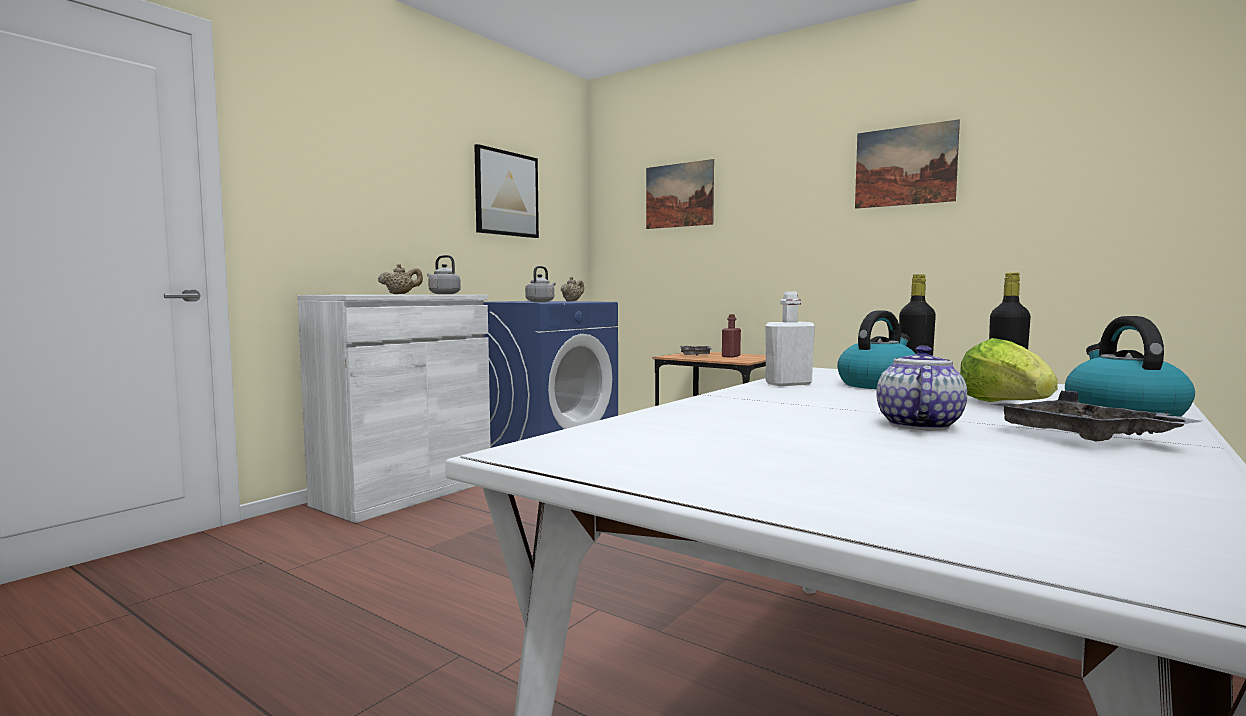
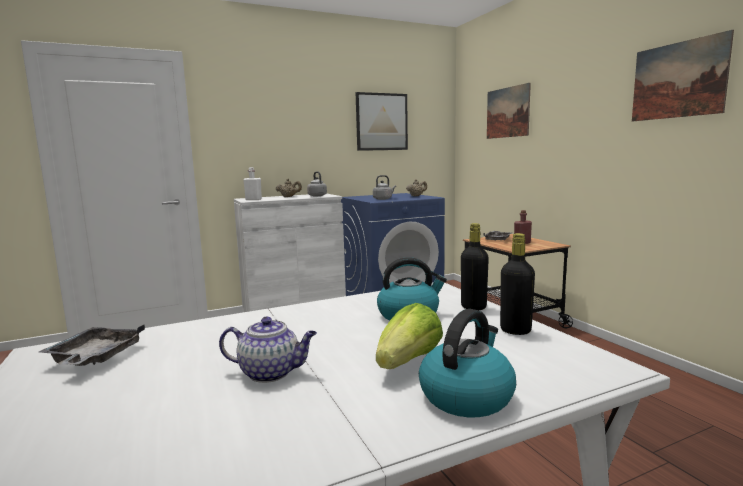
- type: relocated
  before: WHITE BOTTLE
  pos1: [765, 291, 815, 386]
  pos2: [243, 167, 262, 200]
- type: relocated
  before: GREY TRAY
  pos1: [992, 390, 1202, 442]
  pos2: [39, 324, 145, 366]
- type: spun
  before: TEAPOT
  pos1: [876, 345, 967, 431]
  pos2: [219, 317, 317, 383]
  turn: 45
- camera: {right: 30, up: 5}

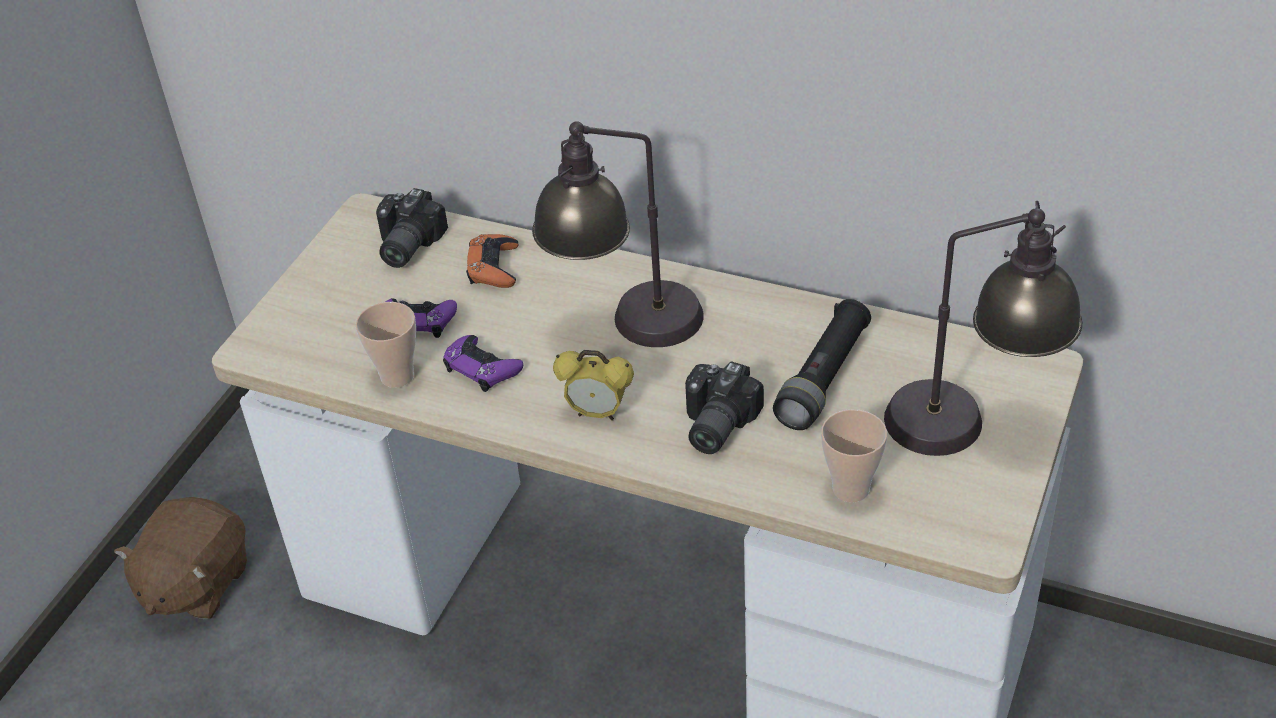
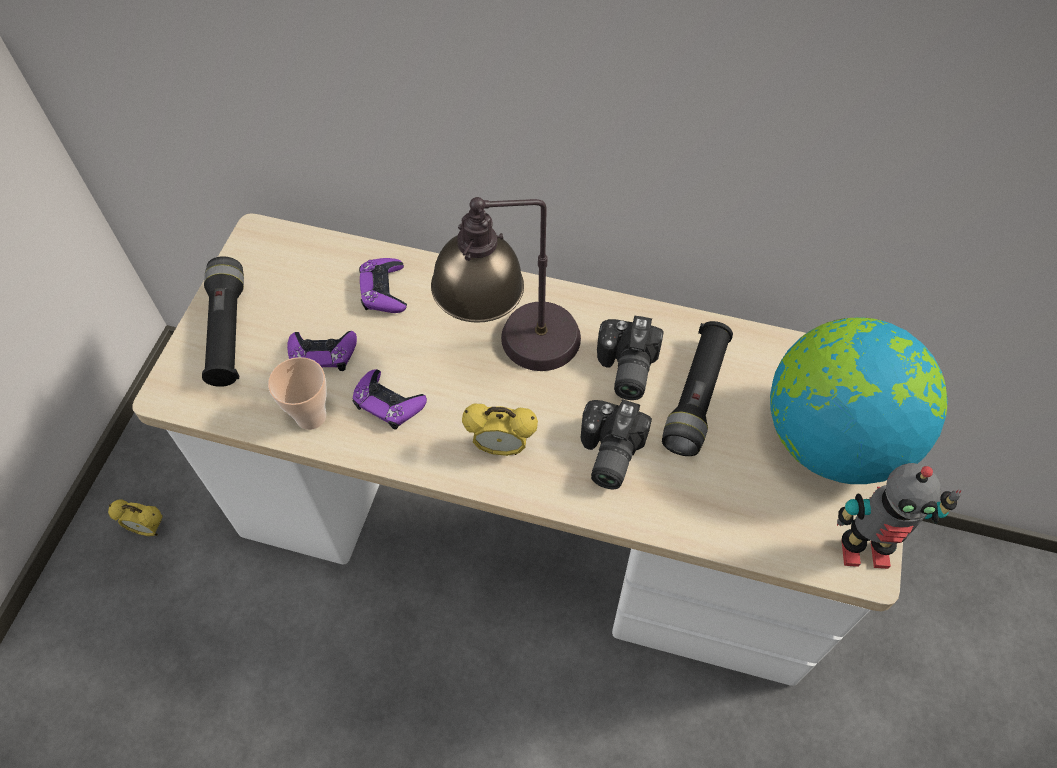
- type: missing
  before: CUP
  pos1: [821, 409, 887, 503]
- type: appeared
  after: BLACK FLASHLIGHT
  pos2: [202, 256, 244, 387]
- type: appeared
  after: TOY ROBOT
  pos2: [837, 463, 961, 569]
- type: relocated
  before: PHOTO CAMERA
  pos1: [376, 188, 448, 268]
  pos2: [597, 315, 664, 400]
- type: exchanged
  before: BROWN PLUSH TOY
  after: ALARM CLOCK
  pos1: [114, 497, 247, 619]
  pos2: [108, 499, 163, 536]
- type: exchanged
  before: TABLE LAMP
  after: GLOBE
  pos1: [884, 201, 1082, 456]
  pos2: [770, 317, 947, 484]
- type: colour
  before: ORANGE GAME CONTROLLER
  after: PURPLE GAME CONTROLLER
  pos1: [466, 234, 519, 288]
  pos2: [359, 258, 407, 313]
- camera: {right: -10, up: 15}

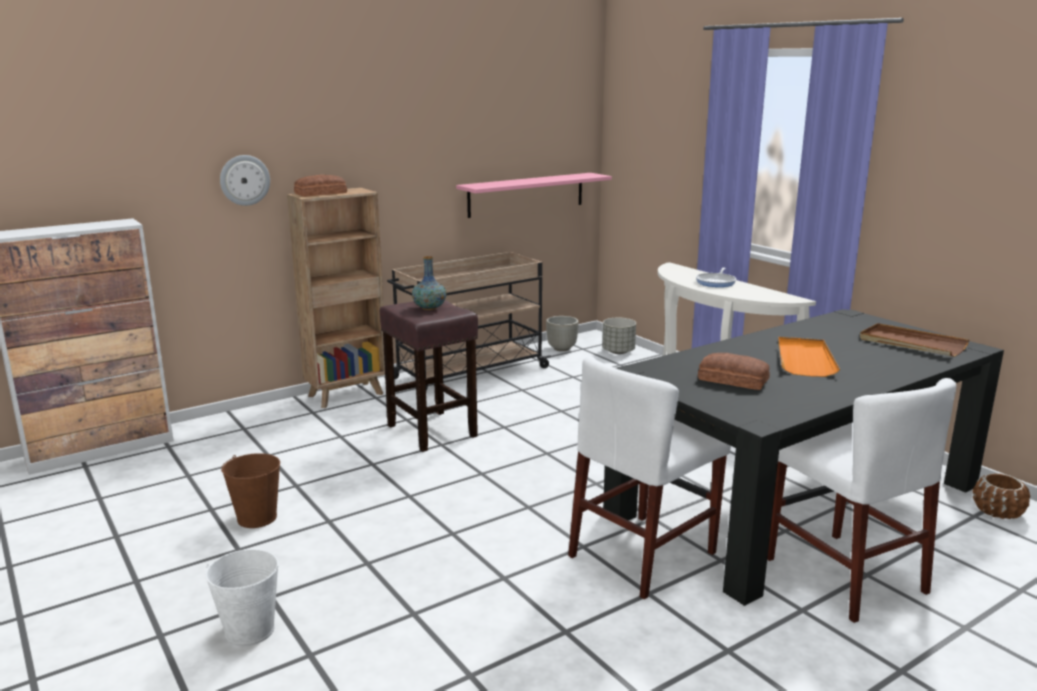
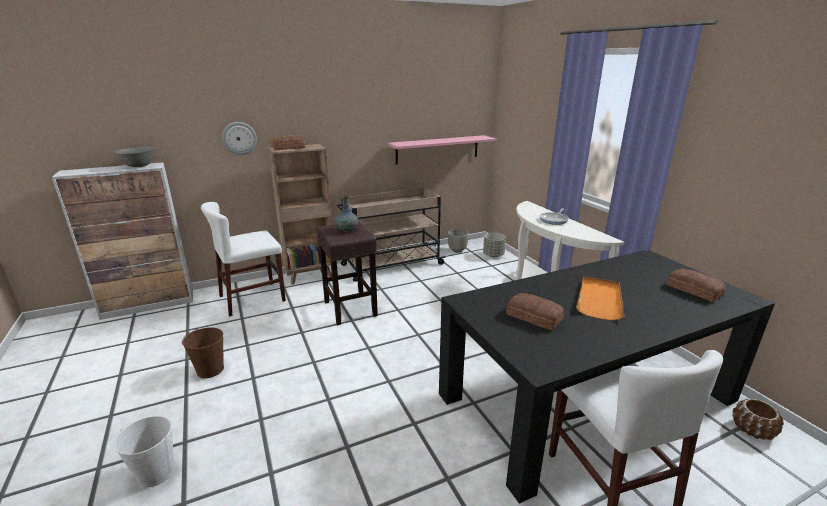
- type: appeared
  after: GREY BOWL
  pos2: [114, 147, 155, 167]
- type: relocated
  before: WHITE CHAIR
  pos1: [568, 356, 731, 600]
  pos2: [201, 202, 286, 317]
- type: exchanged
  before: BROWN TRAY
  after: BREAD
  pos1: [860, 323, 969, 357]
  pos2: [667, 269, 726, 302]
- camera: {right: 10, up: 5}

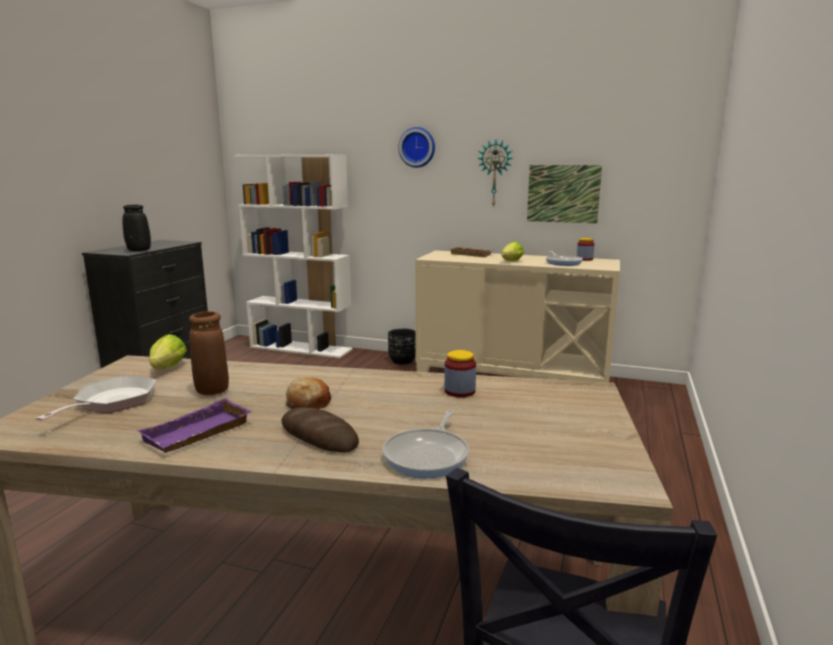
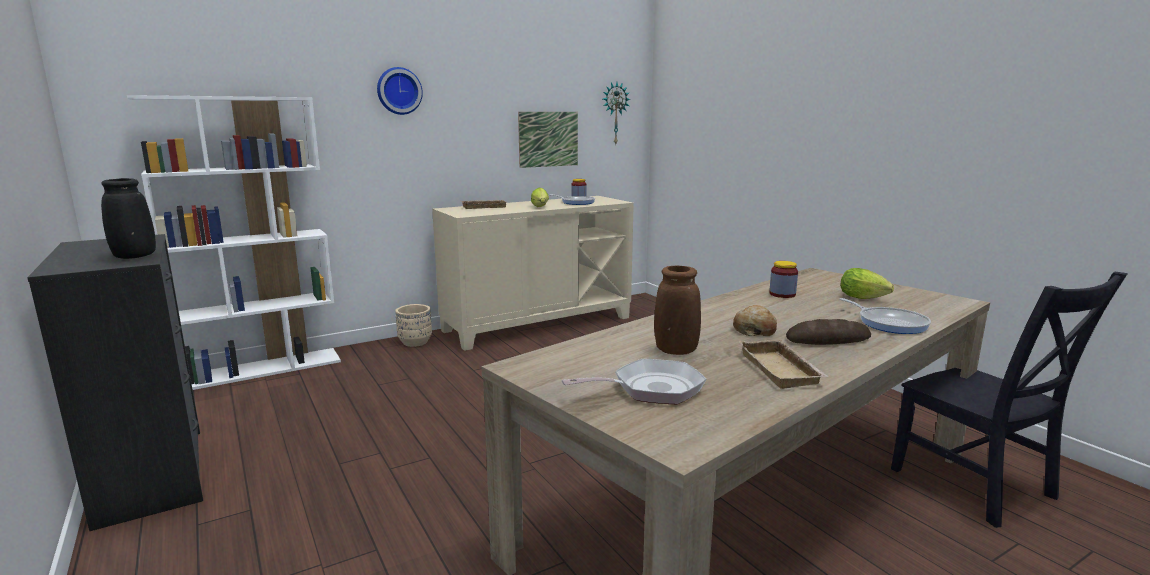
- type: relocated
  before: LETTUCE
  pos1: [149, 334, 187, 369]
  pos2: [840, 268, 894, 299]
- type: relocated
  before: WALL CLOCK
  pos1: [477, 140, 513, 208]
  pos2: [603, 82, 631, 144]
- type: colour
  before: PURPLE TRAY
  after: BEIGE TRAY
  pos1: [137, 398, 252, 453]
  pos2: [739, 340, 829, 389]
- type: colour
  before: BLACK PLANTER
  after: BEIGE PLANTER
  pos1: [388, 329, 415, 364]
  pos2: [395, 304, 432, 347]
- type: spun
  before: FRYING PAN
  pos1: [35, 376, 156, 421]
  pos2: [562, 359, 707, 404]
  turn: 105
- camera: {right: -50, up: 0}

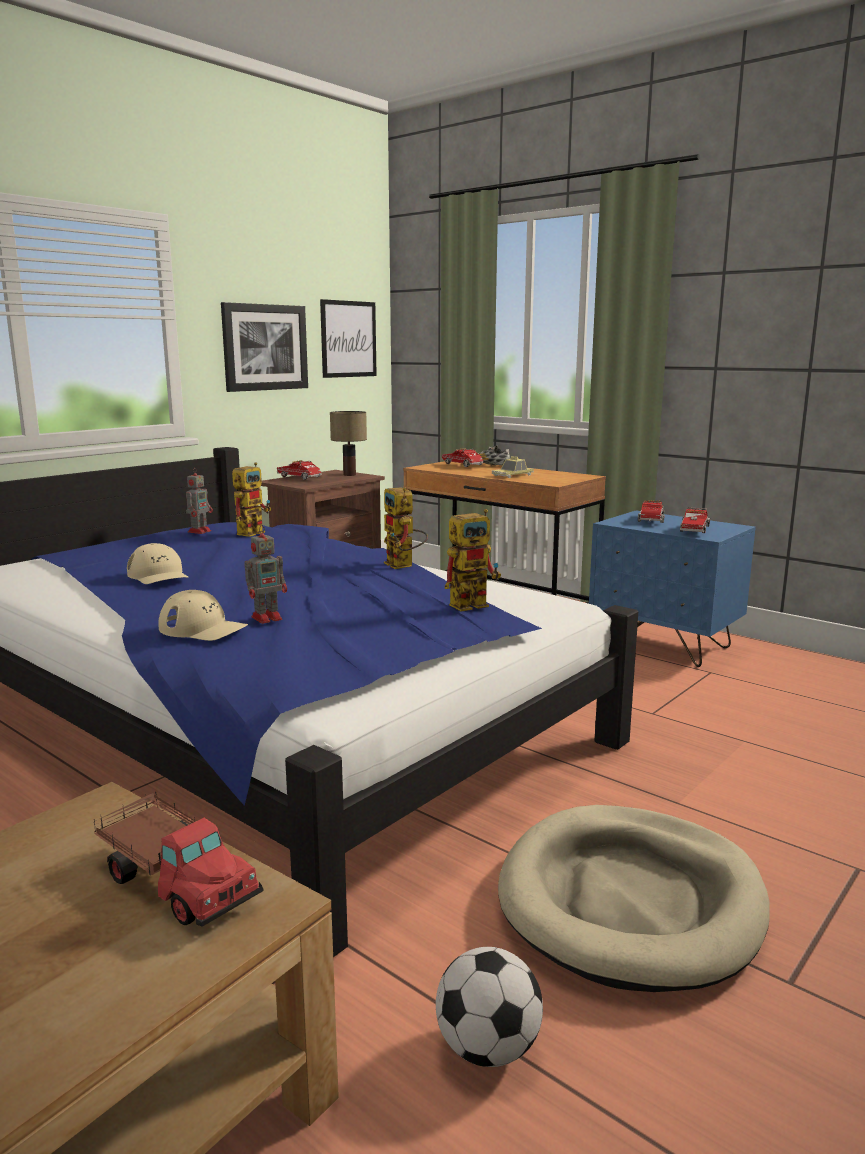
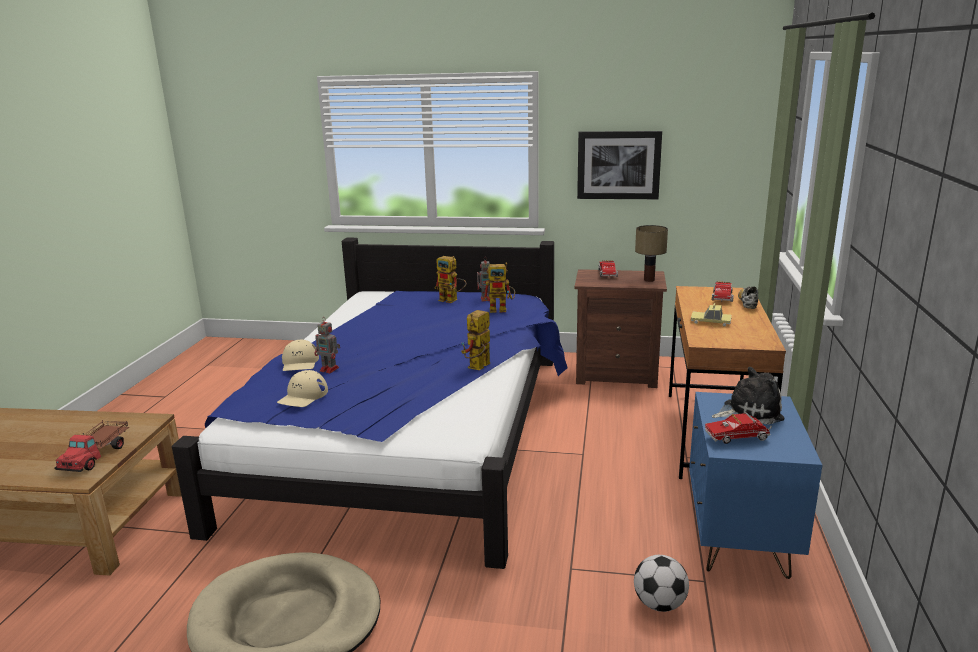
- type: missing
  before: PICTURE
  pos1: [320, 299, 377, 378]
- type: relocated
  before: BEIGE CAP
  pos1: [127, 543, 188, 584]
  pos2: [277, 370, 328, 407]
- type: relocated
  before: FOOTBALL
  pos1: [436, 947, 543, 1067]
  pos2: [634, 555, 689, 612]
- type: relocated
  before: TOY ROBOT
  pos1: [445, 509, 501, 611]
  pos2: [434, 256, 467, 303]
- type: exchanged
  before: TOY TRUCK
  after: PLUSH TOY
  pos1: [638, 500, 665, 523]
  pos2: [712, 367, 784, 425]
- camera: {right: 60, up: 5}

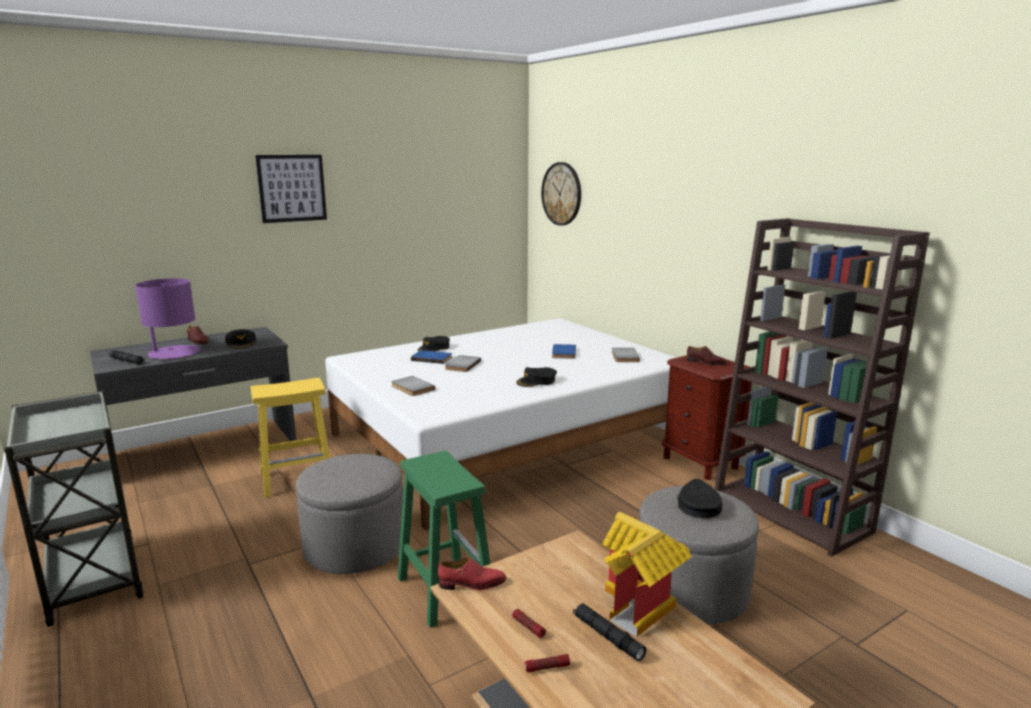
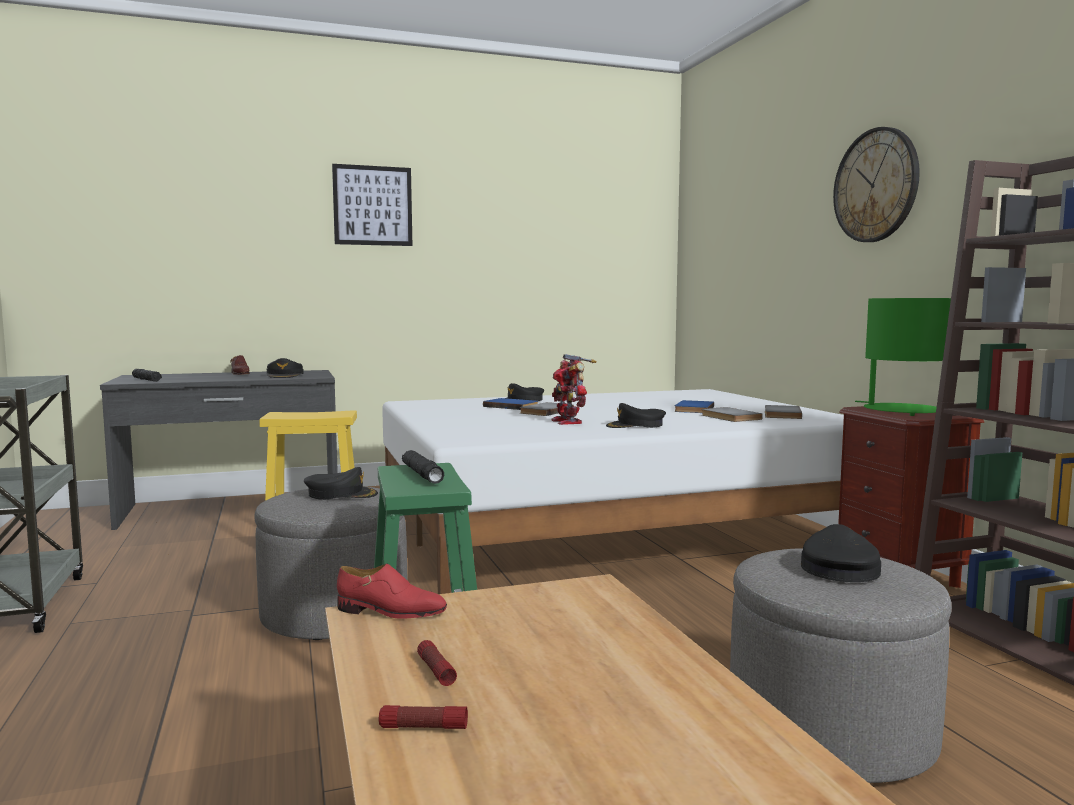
- type: missing
  before: PURPLE TABLE LAMP
  pos1: [135, 278, 200, 360]
- type: missing
  before: TOY HOUSE
  pos1: [602, 512, 692, 637]
- type: appeared
  after: BLACK CAP
  pos2: [304, 467, 378, 500]
- type: appeared
  after: TOY ROBOT
  pos2: [551, 354, 597, 425]
- type: relocated
  before: GREY BOOK
  pos1: [391, 376, 435, 396]
  pos2: [702, 407, 763, 422]
- type: relocated
  before: WALL CLOCK
  pos1: [541, 162, 581, 226]
  pos2: [833, 127, 920, 242]
- type: relocated
  before: BLACK FLASHLIGHT
  pos1: [573, 603, 646, 661]
  pos2: [402, 450, 444, 484]
- type: exchanged
  before: BROWN SHOE
  after: GREEN TABLE LAMP
  pos1: [687, 346, 727, 365]
  pos2: [855, 298, 951, 416]
- camera: {right: 15, up: -10}

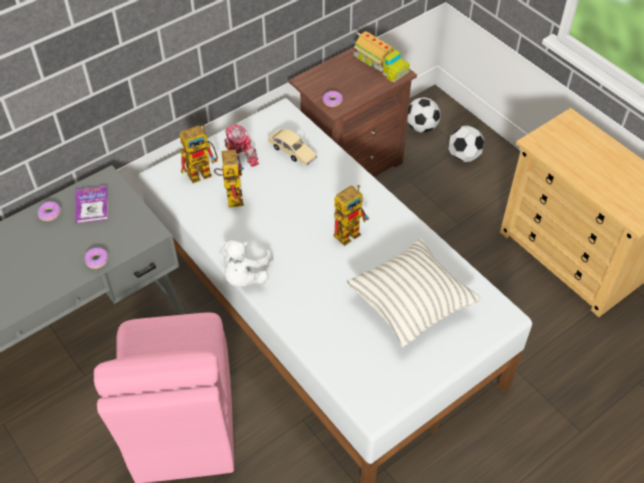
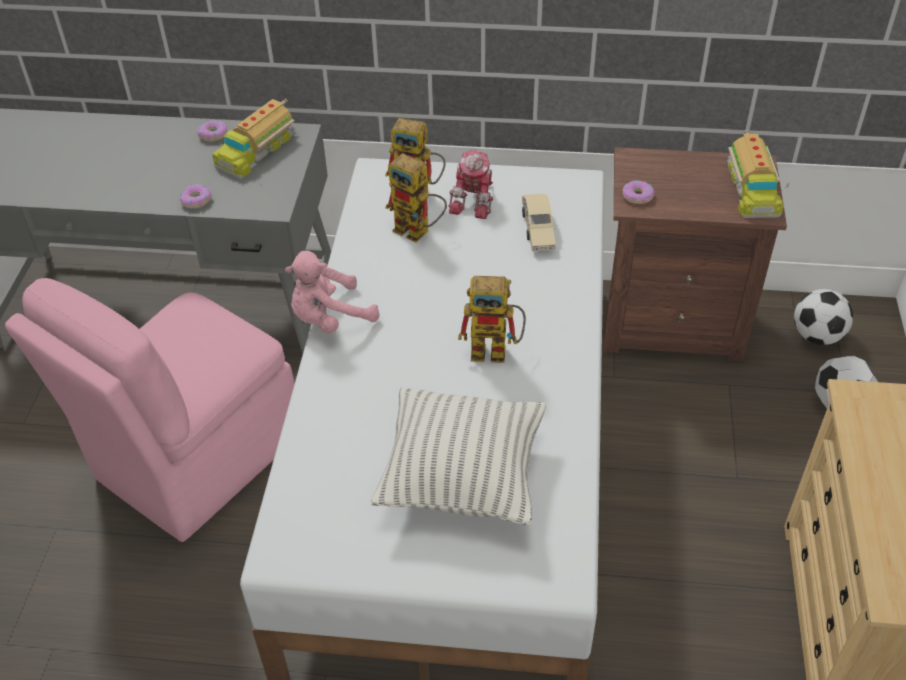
- type: exchanged
  before: BOOK
  after: TOY TRUCK
  pos1: [75, 186, 108, 224]
  pos2: [213, 99, 295, 179]
- type: colour
  before: WHITE PLUSH TOY
  after: PINK PLUSH TOY
  pos1: [220, 240, 274, 286]
  pos2: [285, 251, 379, 334]
- type: spun
  before: TOY ROBOT
  pos1: [214, 145, 244, 208]
  pos2: [385, 153, 447, 243]
  turn: 90
- camera: {right: 45, up: -5}

